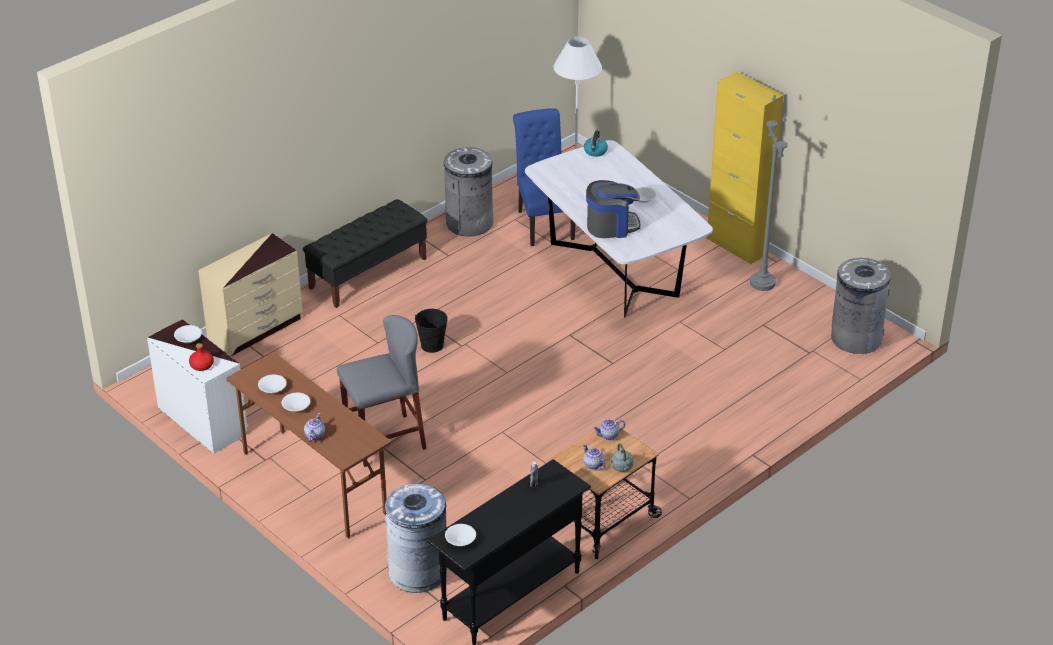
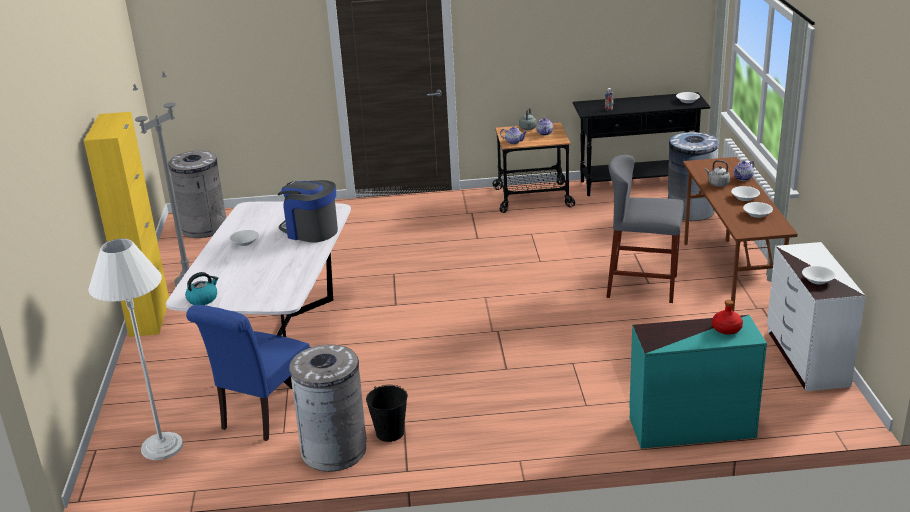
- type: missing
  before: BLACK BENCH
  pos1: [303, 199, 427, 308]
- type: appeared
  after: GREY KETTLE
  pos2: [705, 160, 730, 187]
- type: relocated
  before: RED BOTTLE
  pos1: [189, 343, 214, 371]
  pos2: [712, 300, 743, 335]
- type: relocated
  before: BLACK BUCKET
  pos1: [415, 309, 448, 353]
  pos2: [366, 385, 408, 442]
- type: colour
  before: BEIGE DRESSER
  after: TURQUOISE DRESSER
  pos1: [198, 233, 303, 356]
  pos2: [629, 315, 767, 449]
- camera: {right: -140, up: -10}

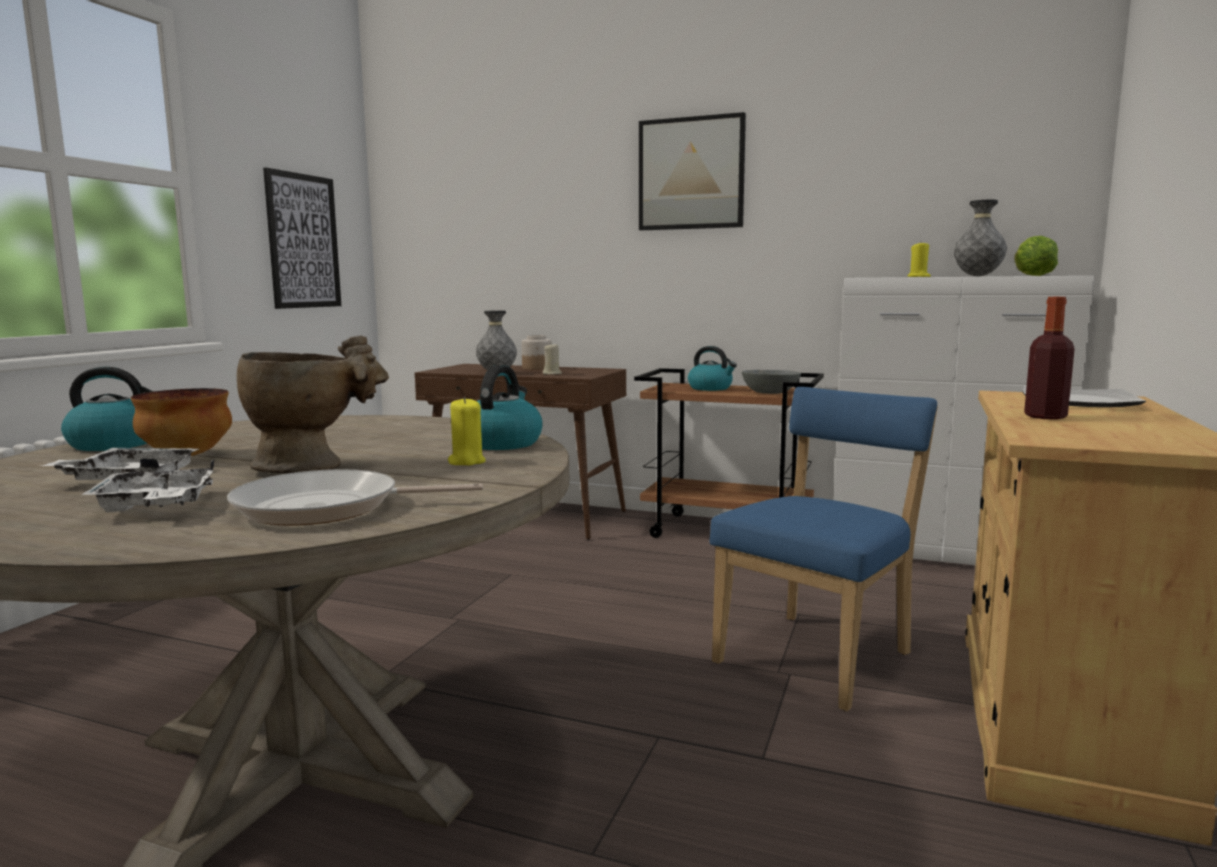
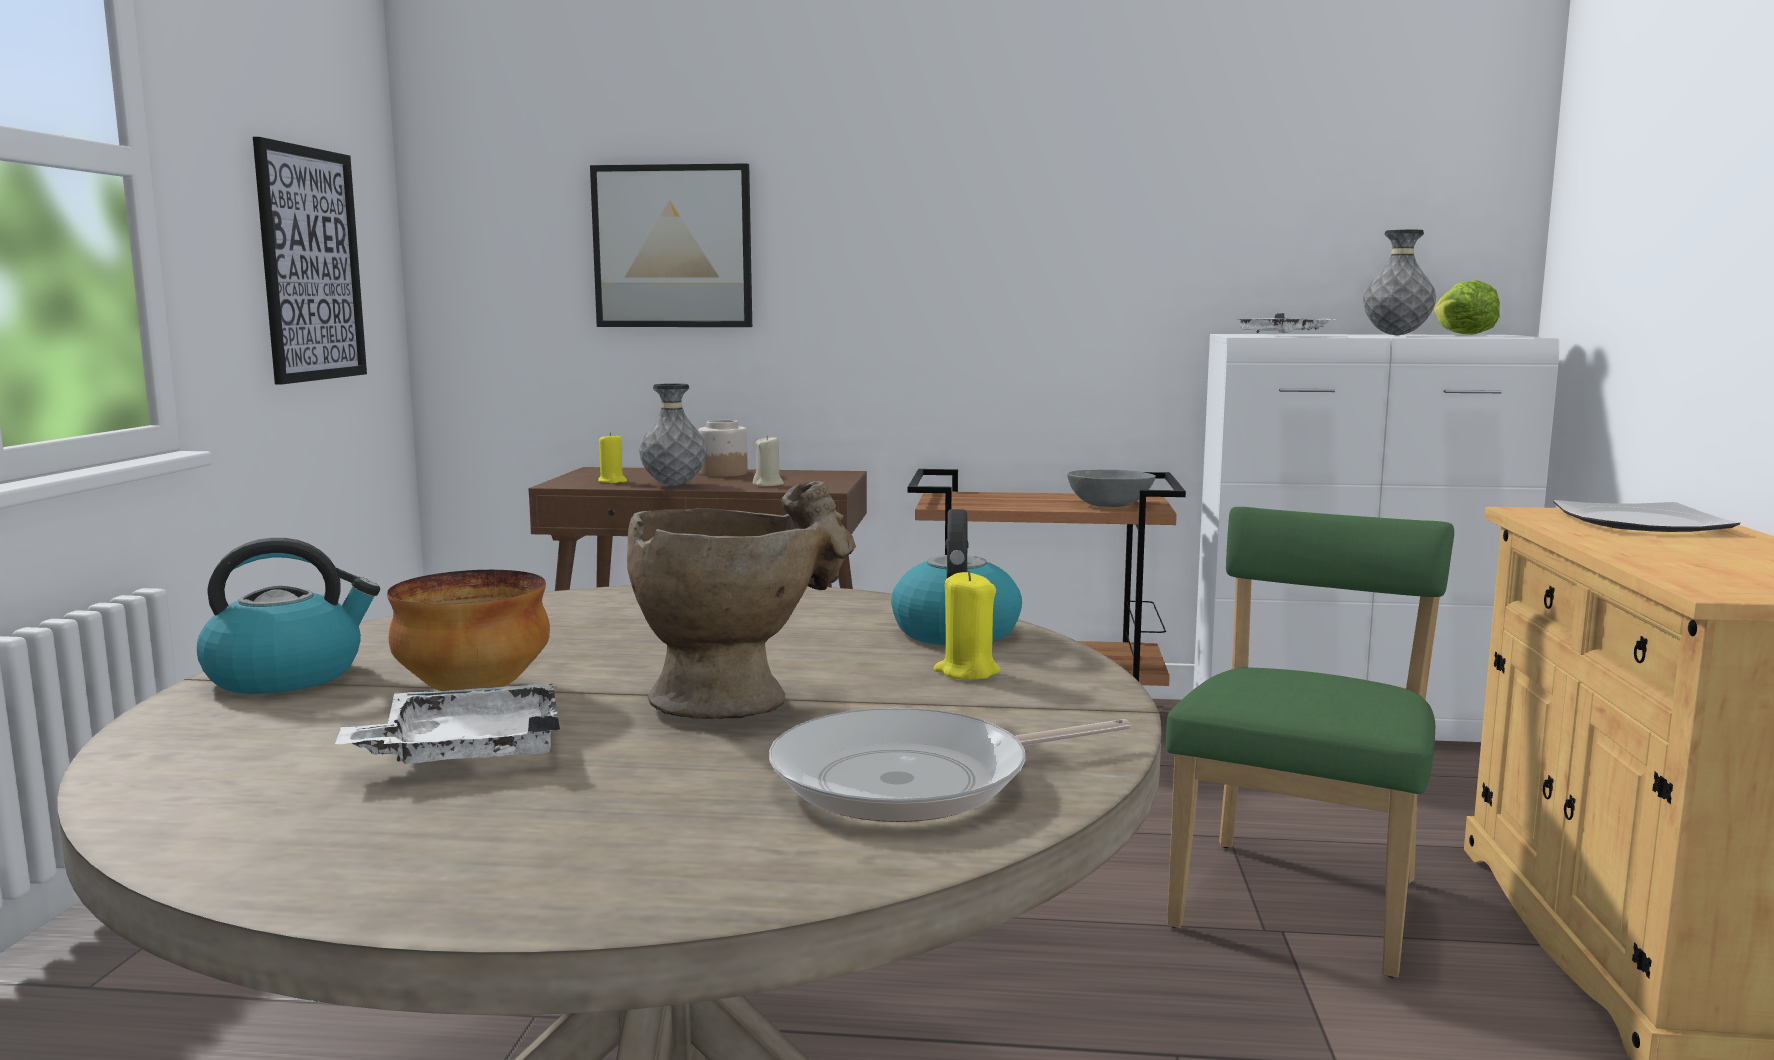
- type: missing
  before: KETTLE
  pos1: [688, 346, 737, 391]
- type: missing
  before: BOTTLE
  pos1: [1024, 297, 1075, 419]
- type: relocated
  before: WHITE TRAY
  pos1: [82, 459, 215, 512]
  pos2: [1239, 313, 1336, 333]
- type: relocated
  before: PICTURE
  pos1: [639, 112, 746, 230]
  pos2: [590, 163, 752, 327]
- type: relocated
  before: YELLOW CANDLE
  pos1: [907, 242, 931, 277]
  pos2: [598, 432, 627, 483]
- type: colour
  before: BLUE CHAIR
  after: GREEN CHAIR
  pos1: [709, 387, 938, 711]
  pos2: [1166, 507, 1454, 978]
- camera: {right: -15, up: 0}

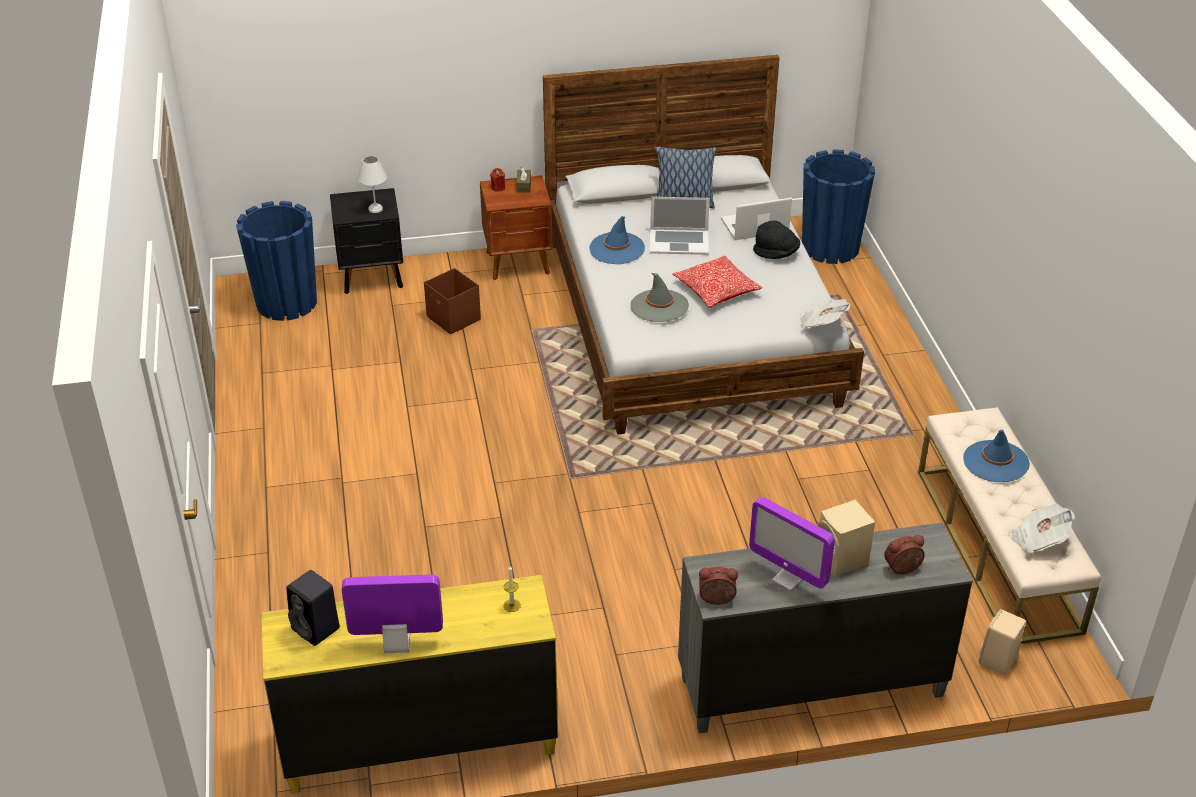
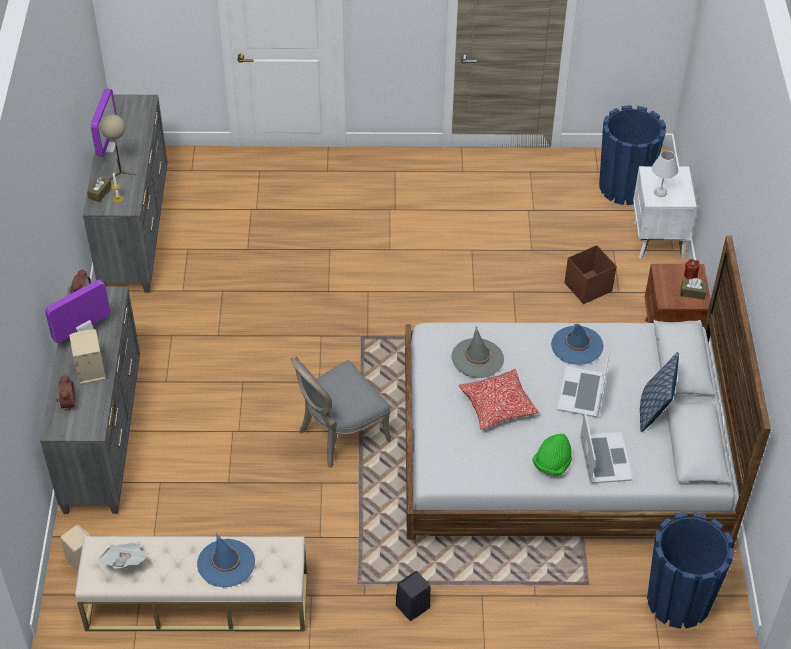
- type: missing
  before: NEWSPAPER
  pos1: [800, 299, 850, 328]
- type: appeared
  after: BROWN TISSUE BOX
  pos2: [87, 176, 111, 202]
- type: appeared
  after: BEIGE TABLE LAMP
  pos2: [100, 115, 136, 180]
- type: appeared
  after: GREY CHAIR
  pos2: [290, 357, 391, 468]
- type: relocated
  before: BLACK SPEAKER
  pos1: [287, 570, 340, 646]
  pos2: [396, 571, 431, 621]
- type: colour
  before: YELLOW DRESSER
  after: GREY DRESSER
  pos1: [261, 575, 558, 793]
  pos2: [83, 95, 168, 293]
- type: colour
  before: BLACK NIGHTSTAND
  after: WHITE NIGHTSTAND
  pos1: [330, 188, 403, 294]
  pos2: [633, 166, 697, 259]
- type: colour
  before: BLACK HAT
  after: GREEN HAT
  pos1: [753, 220, 800, 259]
  pos2: [533, 434, 572, 476]
- camera: {right: 100, up: 10}

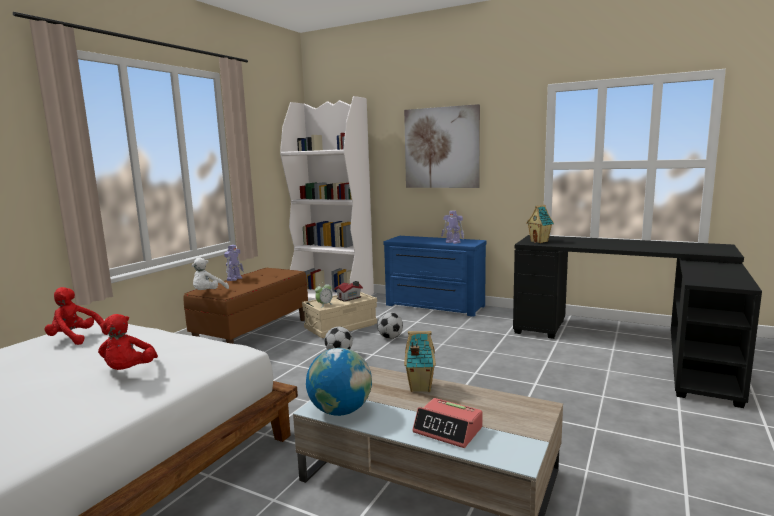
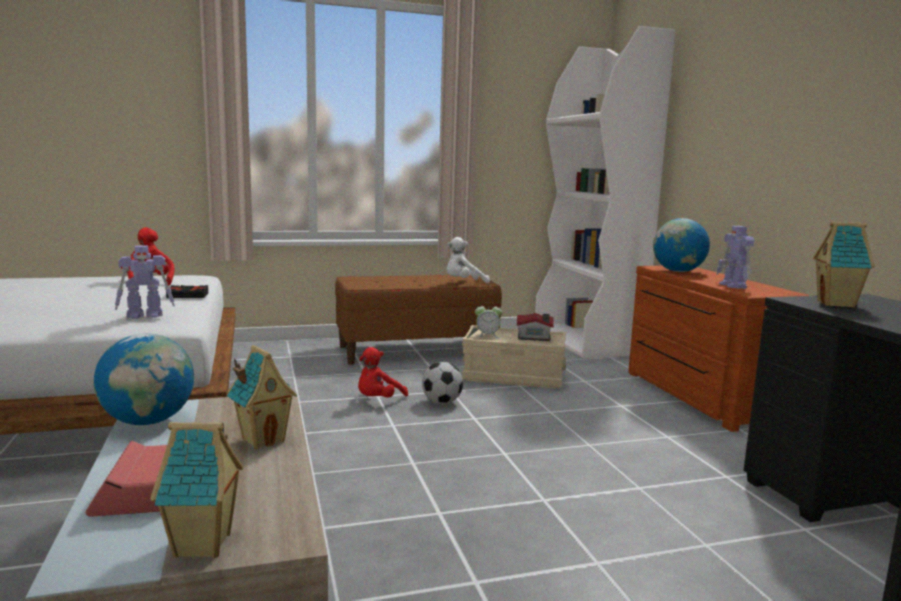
- type: missing
  before: FOOTBALL
  pos1: [377, 312, 403, 339]
- type: missing
  before: PICTURE
  pos1: [404, 104, 480, 188]
- type: appeared
  after: TOY HOUSE
  pos2: [150, 422, 243, 558]
- type: appeared
  after: BLACK BOOK
  pos2: [166, 285, 208, 298]
- type: appeared
  after: GLOBE
  pos2: [653, 218, 710, 272]
- type: relocated
  before: RED PLUSH TOY
  pos1: [98, 314, 158, 370]
  pos2: [358, 347, 408, 398]
- type: relocated
  before: WHITE PLUSH TOY
  pos1: [192, 258, 229, 290]
  pos2: [447, 237, 490, 284]
- type: relocated
  before: TOY ROBOT
  pos1: [224, 245, 244, 281]
  pos2: [115, 245, 175, 319]
- type: colour
  before: BLUE DRESSER
  after: BROWN DRESSER
  pos1: [383, 236, 486, 317]
  pos2: [628, 266, 809, 432]
- camera: {right: 45, up: 0}

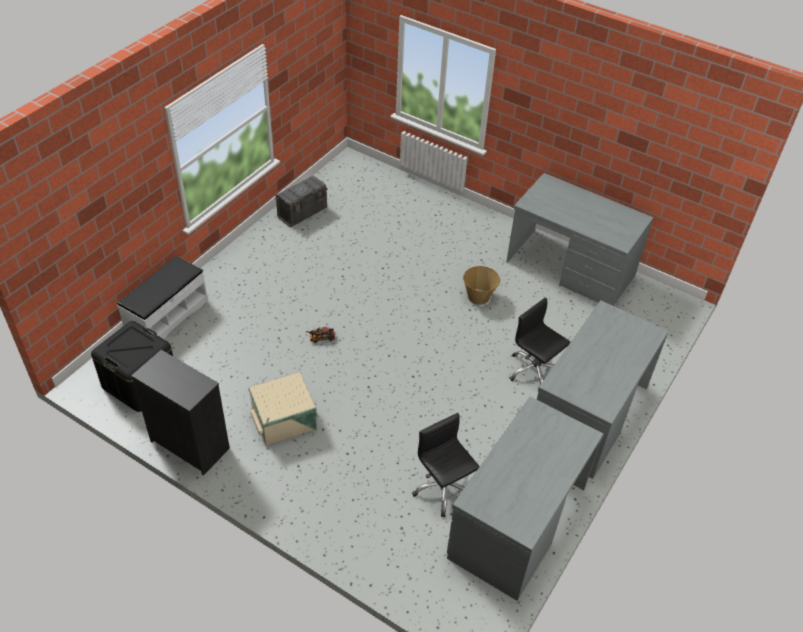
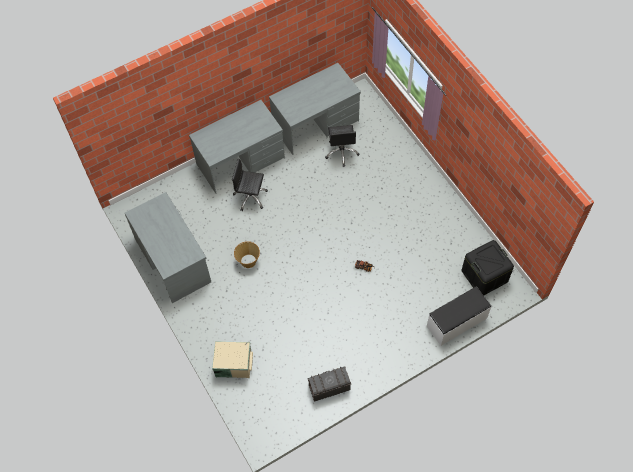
- type: missing
  before: BLACK DRESSER
  pos1: [131, 350, 230, 476]
- type: relocated
  before: BEIGE STORAGE BOX
  pos1: [248, 371, 317, 446]
  pos2: [212, 341, 253, 378]
- type: spun
  before: BLACK OFFICE CHAIR
  pos1: [510, 297, 570, 384]
  pos2: [232, 158, 268, 211]
  turn: 120
- camera: {right: -150, up: 15}

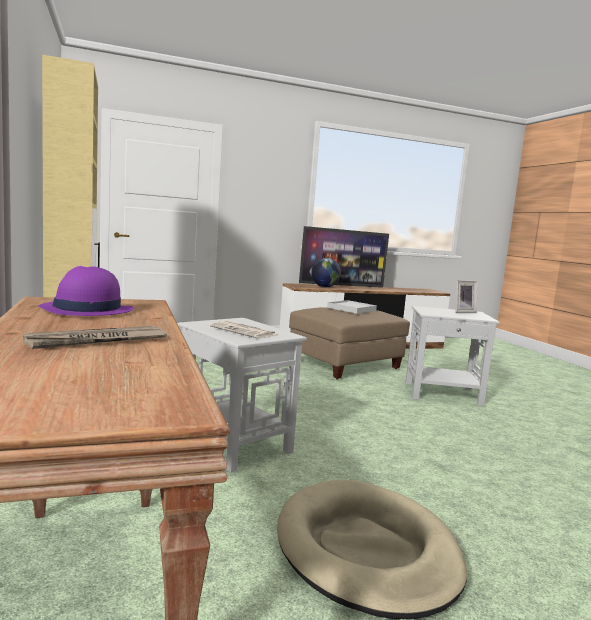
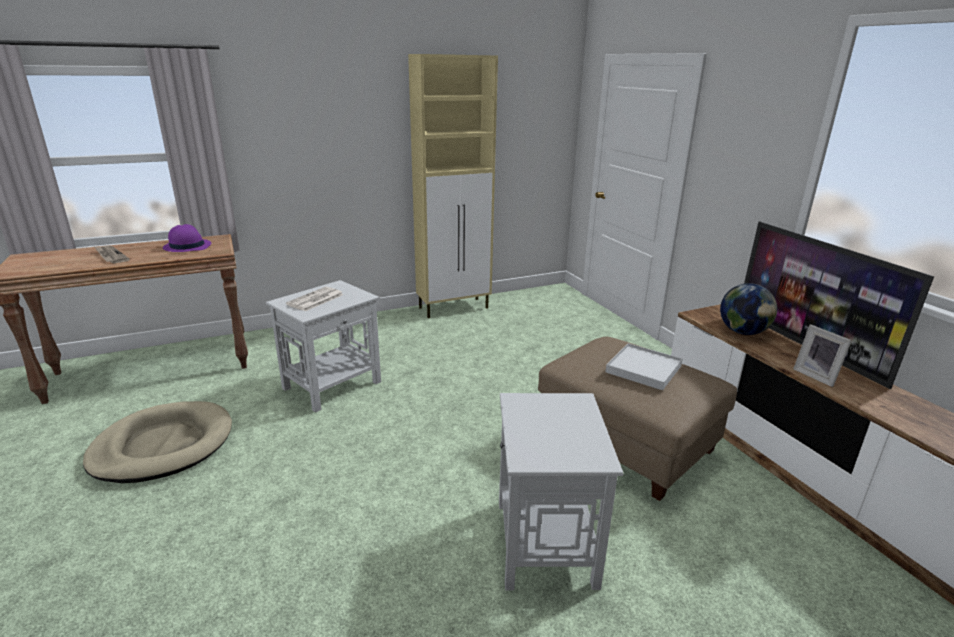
- type: relocated
  before: PICTURE FRAME
  pos1: [455, 280, 478, 313]
  pos2: [793, 325, 852, 387]
- camera: {right: 85, up: 15}

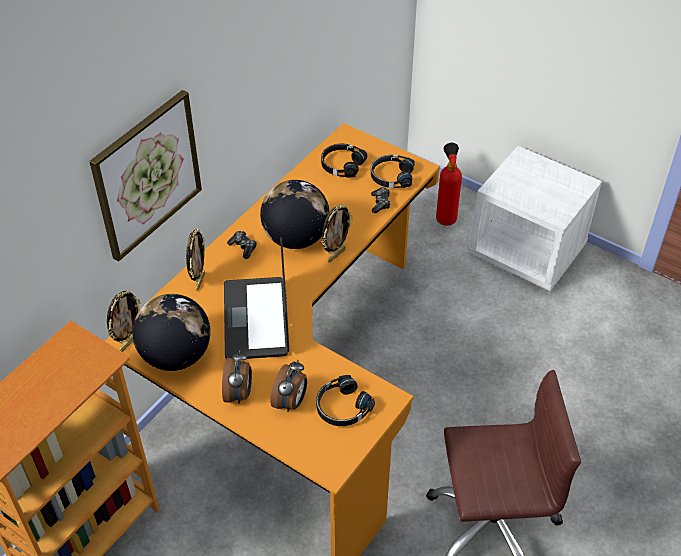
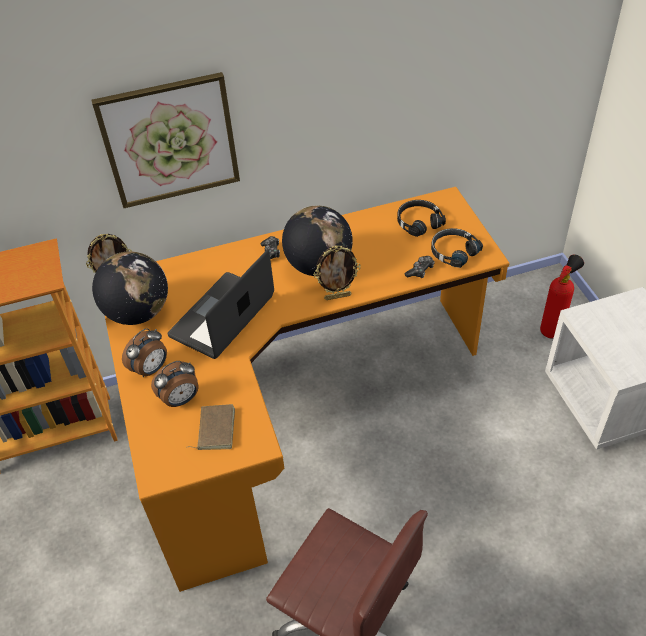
- type: missing
  before: PICTURE FRAME
  pos1: [186, 228, 205, 291]
- type: exchanged
  before: BLACK HEADPHONES
  after: BROWN BOOK
  pos1: [316, 375, 375, 426]
  pos2: [186, 404, 235, 450]
- camera: {right: 40, up: 0}

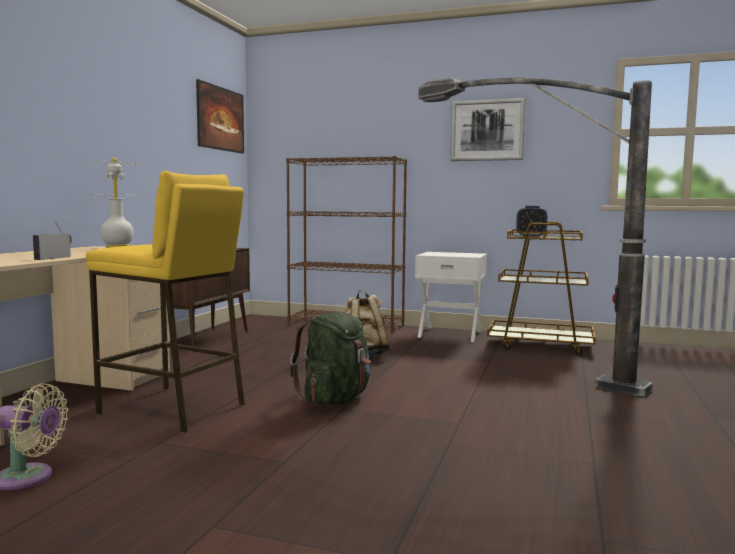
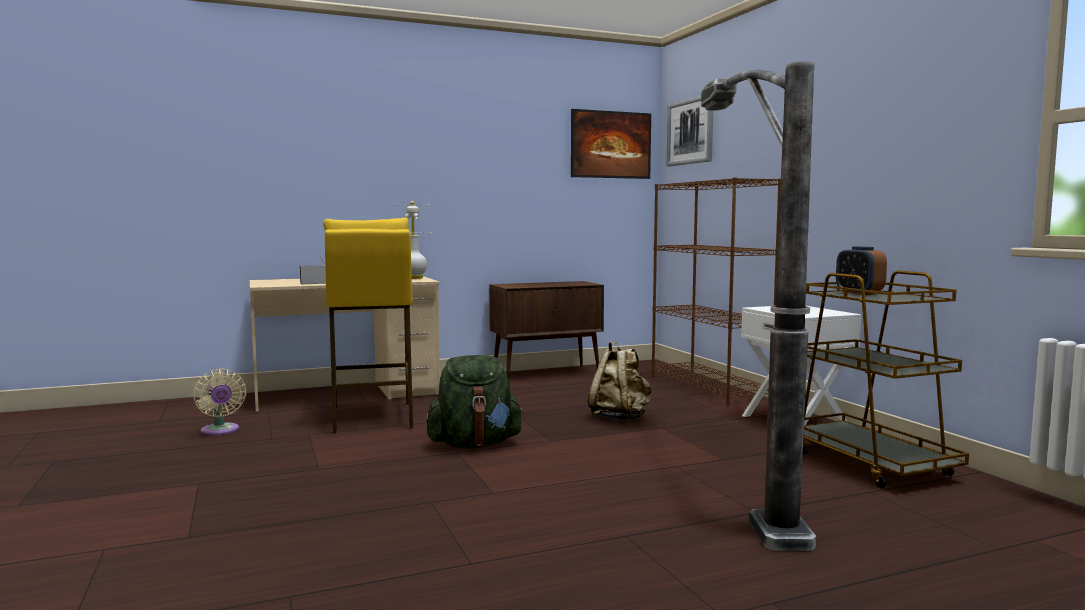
- type: relocated
  before: PICTURE
  pos1: [450, 98, 526, 161]
  pos2: [667, 96, 713, 166]
- camera: {right: 50, up: 0}

